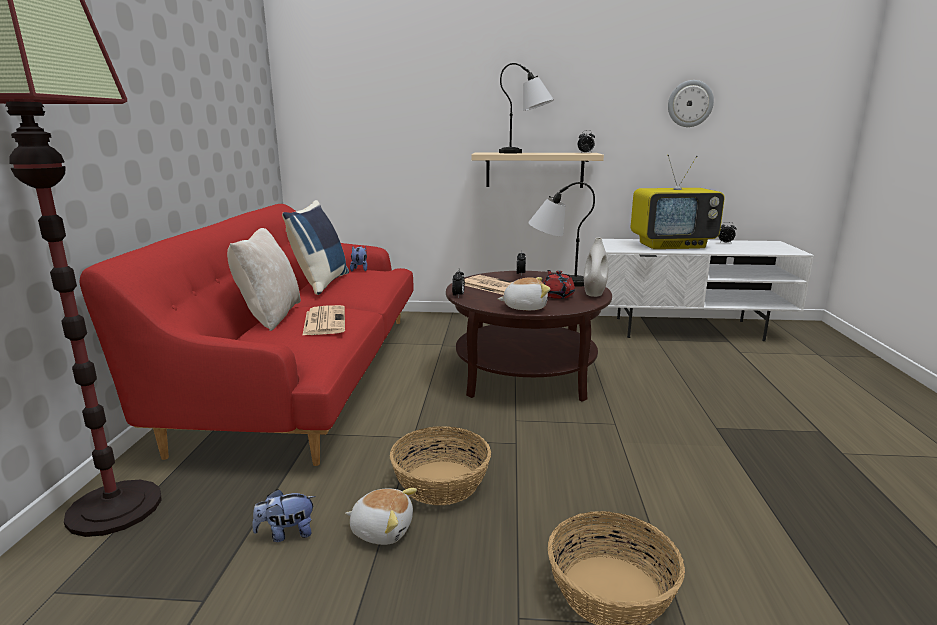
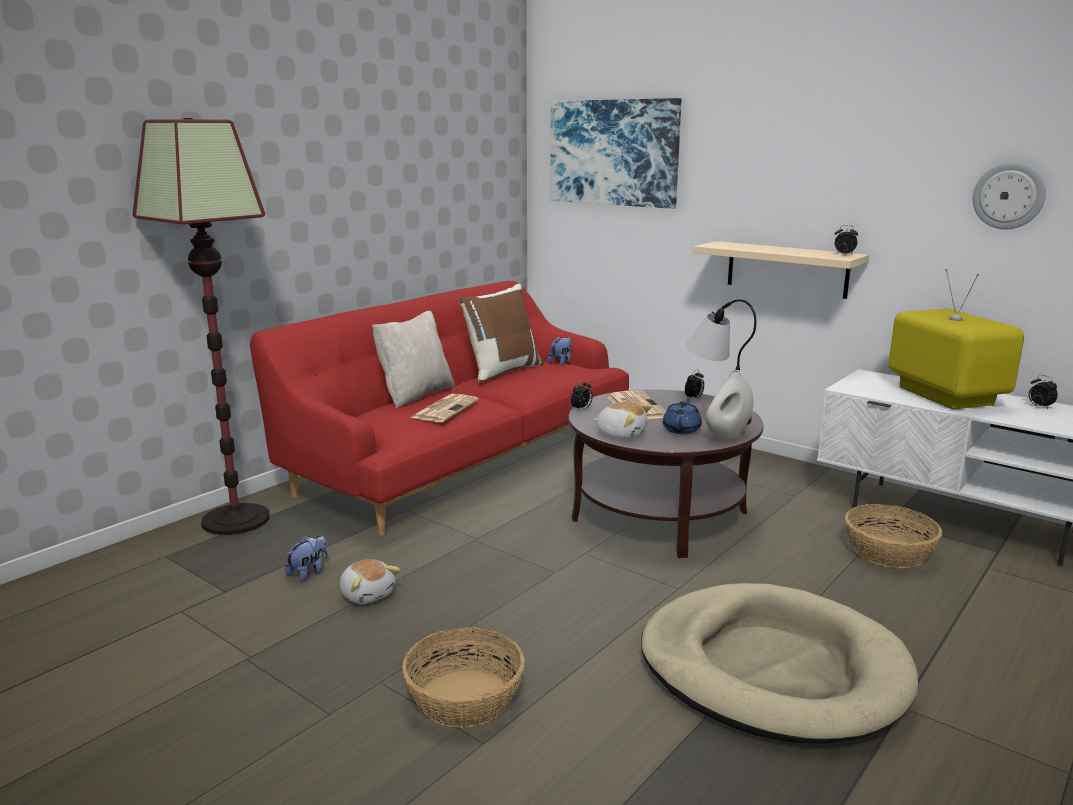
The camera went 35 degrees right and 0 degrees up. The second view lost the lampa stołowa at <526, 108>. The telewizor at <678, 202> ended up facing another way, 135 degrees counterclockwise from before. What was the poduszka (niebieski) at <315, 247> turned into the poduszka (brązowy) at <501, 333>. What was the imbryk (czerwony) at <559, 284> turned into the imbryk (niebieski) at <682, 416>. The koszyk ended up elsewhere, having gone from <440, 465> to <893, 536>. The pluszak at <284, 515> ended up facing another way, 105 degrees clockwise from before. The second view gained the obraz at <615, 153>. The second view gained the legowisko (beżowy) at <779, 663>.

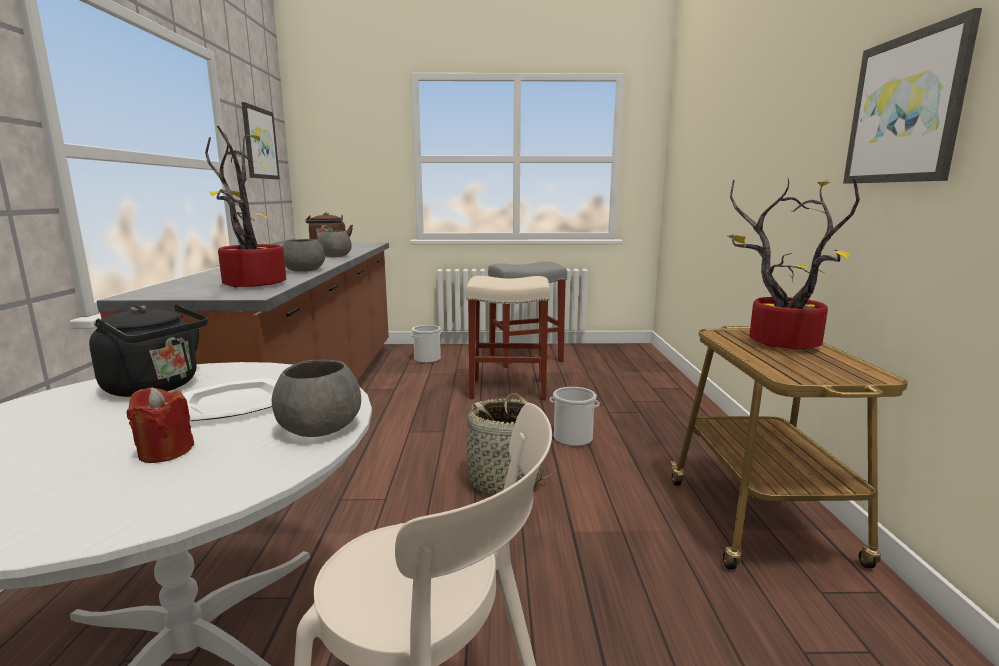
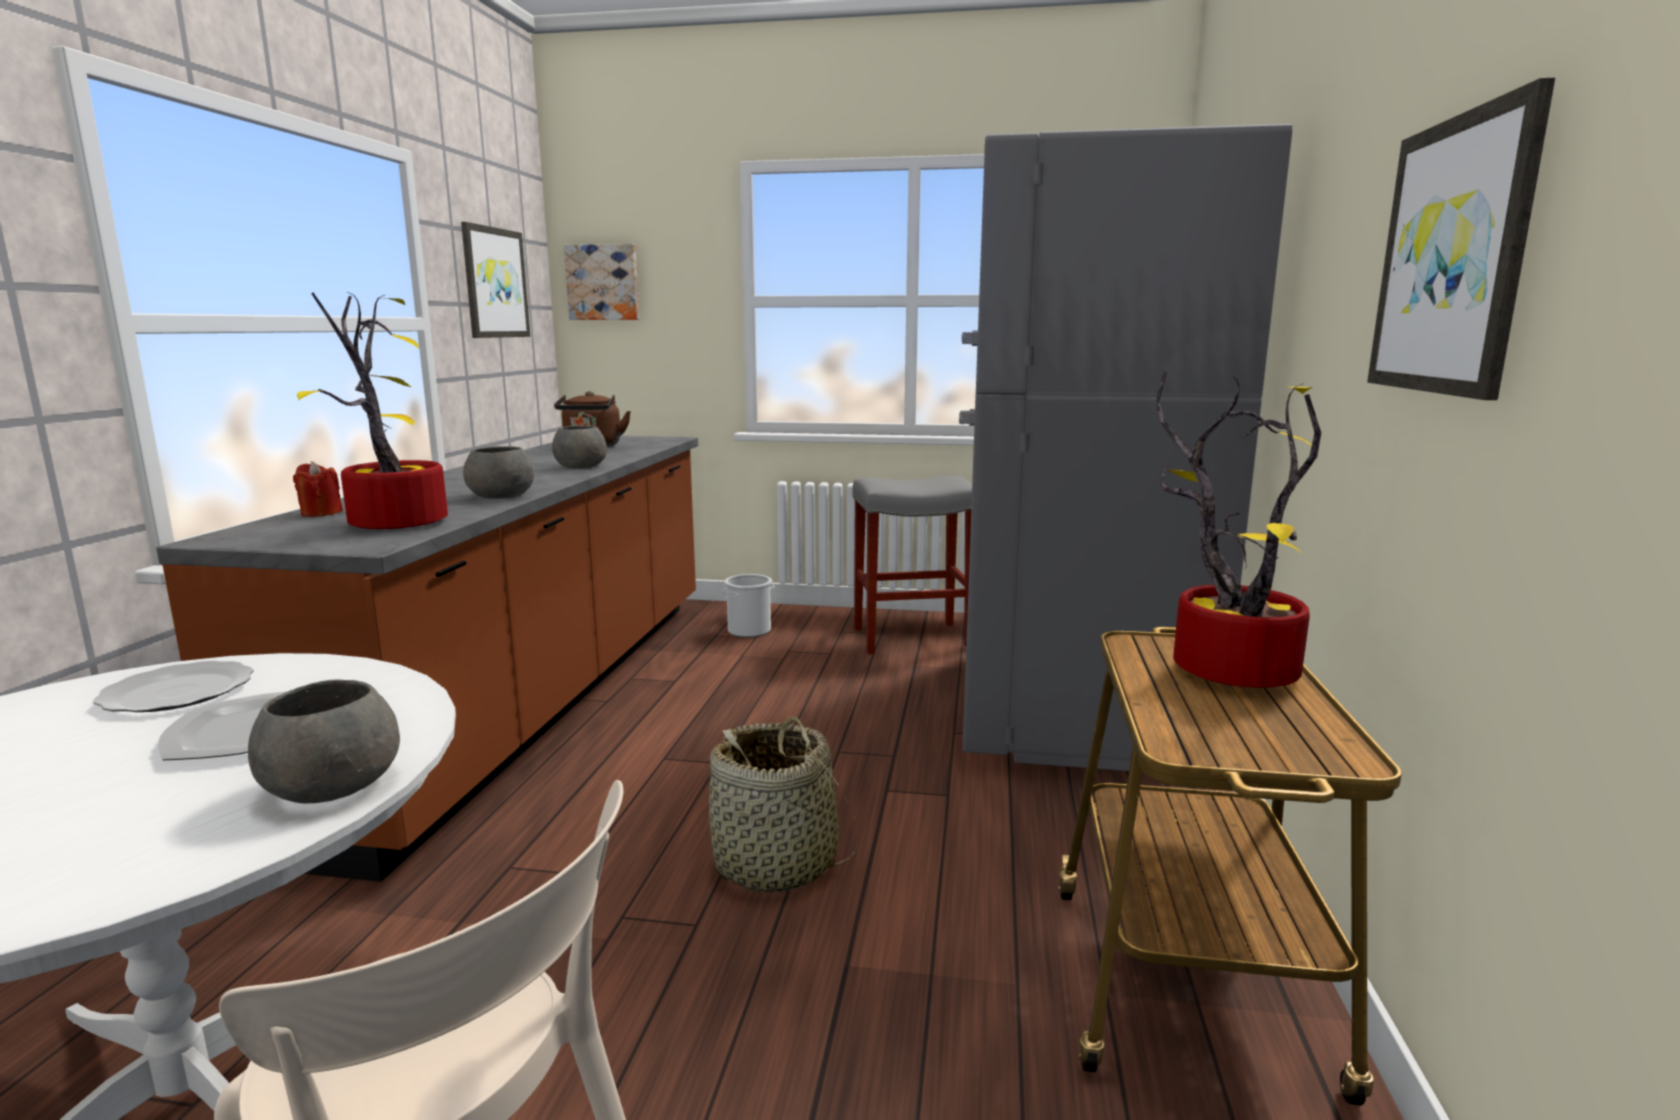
The camera went 10 degrees right and 0 degrees up. The second view lost the stołek (beżowy) at <508, 338>. Where the czajnik (czarny) stood at <148, 350>, the talerz came to stand at <173, 686>. The świeca (czerwony) ended up elsewhere, having gone from <160, 425> to <318, 489>. The second view lost the wiadro at <575, 417>. The second view gained the lodówka (szary) at <1125, 448>. The second view gained the obraz at <601, 282>.

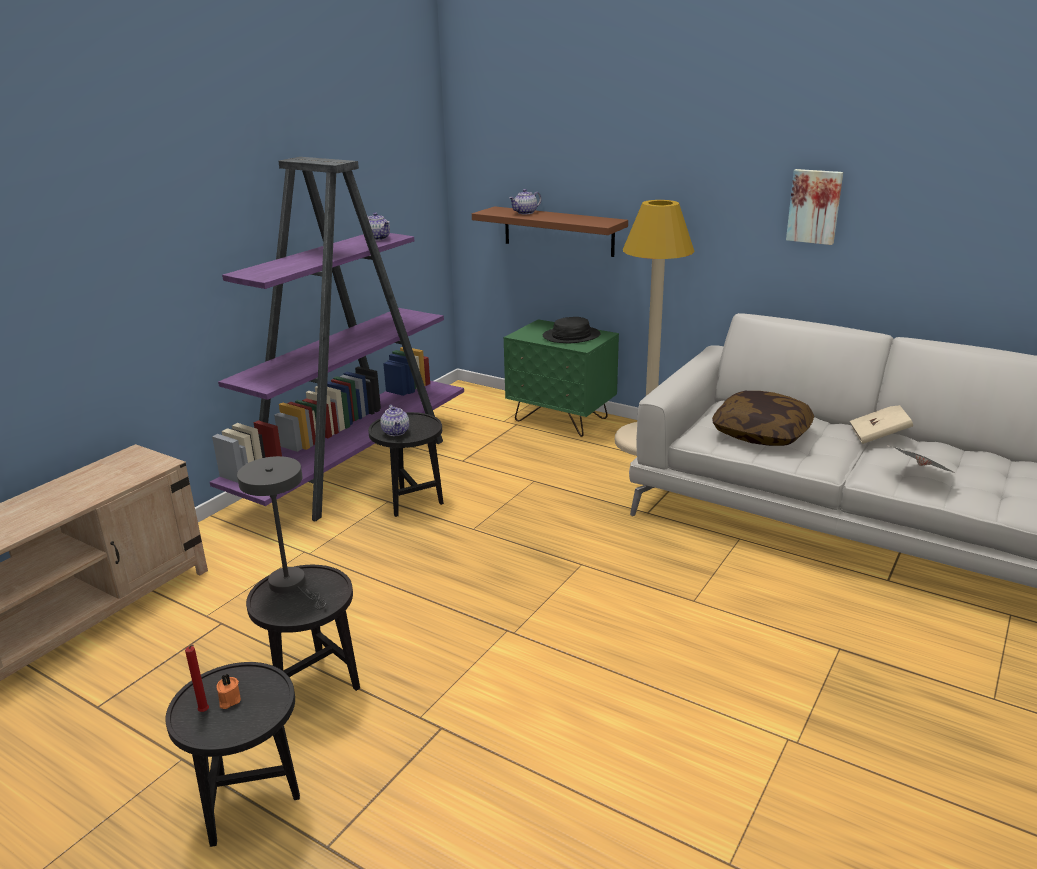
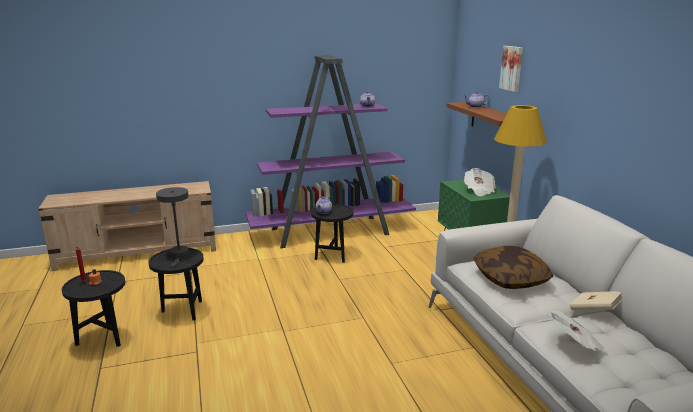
The camera went 40 degrees right and 5 degrees down. The obraz ended up elsewhere, having gone from <814, 207> to <511, 69>. Where the kapelusz (czarny) stood at <571, 330>, the gazeta came to stand at <479, 182>.

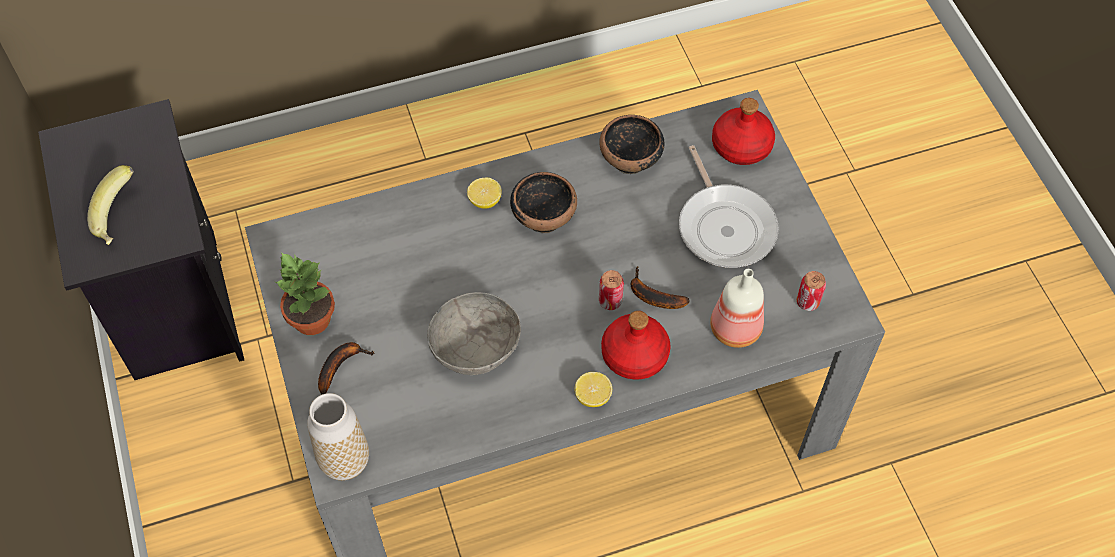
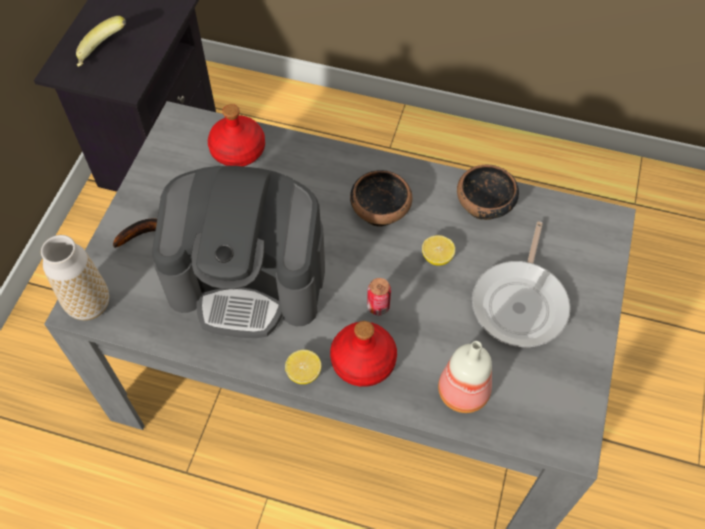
The camera went 35 degrees right and 0 degrees up. The butelka (czerwony) ended up elsewhere, having gone from <743, 131> to <236, 135>. The cytryna ended up elsewhere, having gone from <484, 193> to <438, 250>. The second view lost the roślina doniczkowa at <305, 293>. The second view lost the banan at <660, 287>. The second view lost the puszka at <811, 291>. Where the miska (szary) stood at <474, 333>, the ekspres do kawy came to stand at <238, 252>.

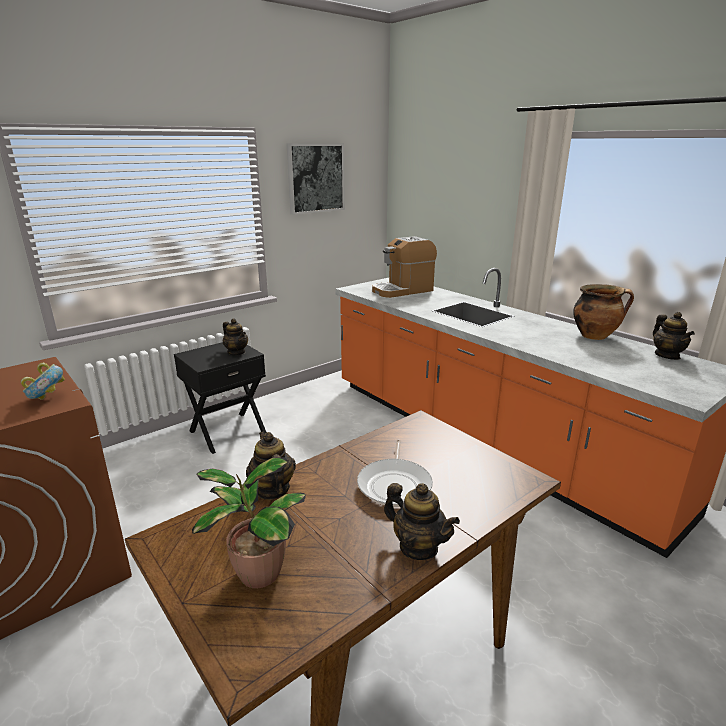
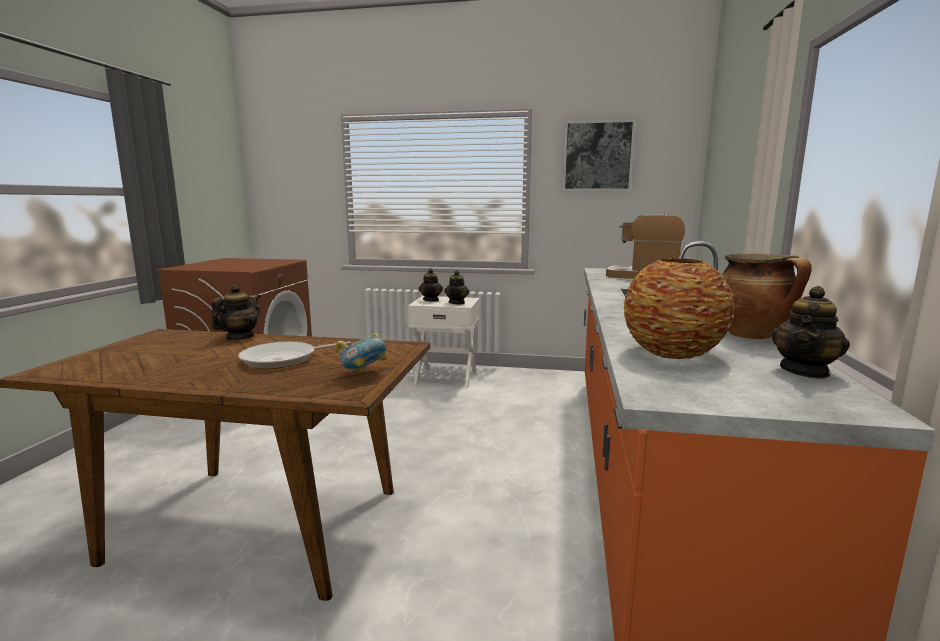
The camera went 50 degrees right and 10 degrees down. What was the szafka nocna (czarny) at <220, 398> turned into the szafka nocna (biały) at <444, 342>. The miska ended up elsewhere, having gone from <43, 381> to <361, 353>. The second view lost the roślina doniczkowa at <249, 522>. The imbryk ended up elsewhere, having gone from <422, 521> to <431, 285>. The second view gained the wazon at <679, 308>.

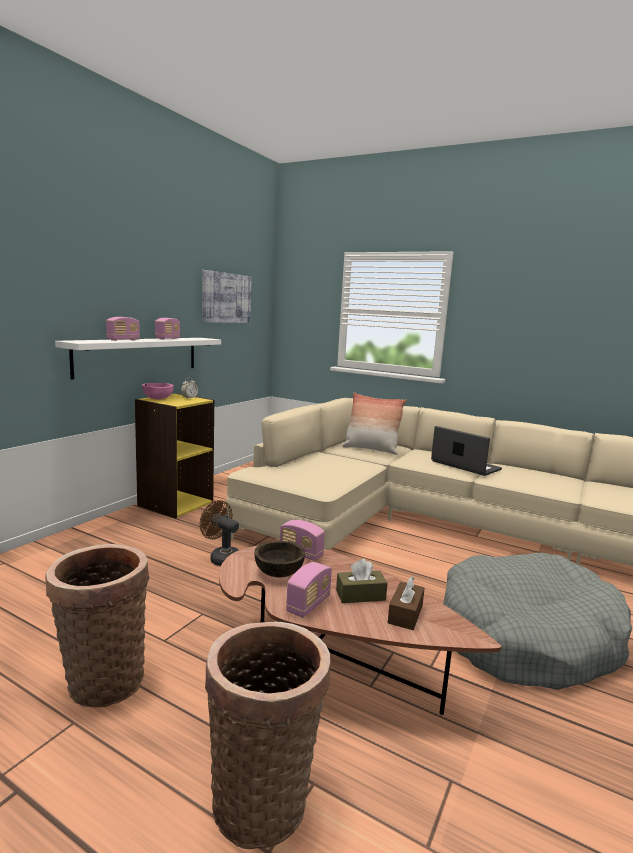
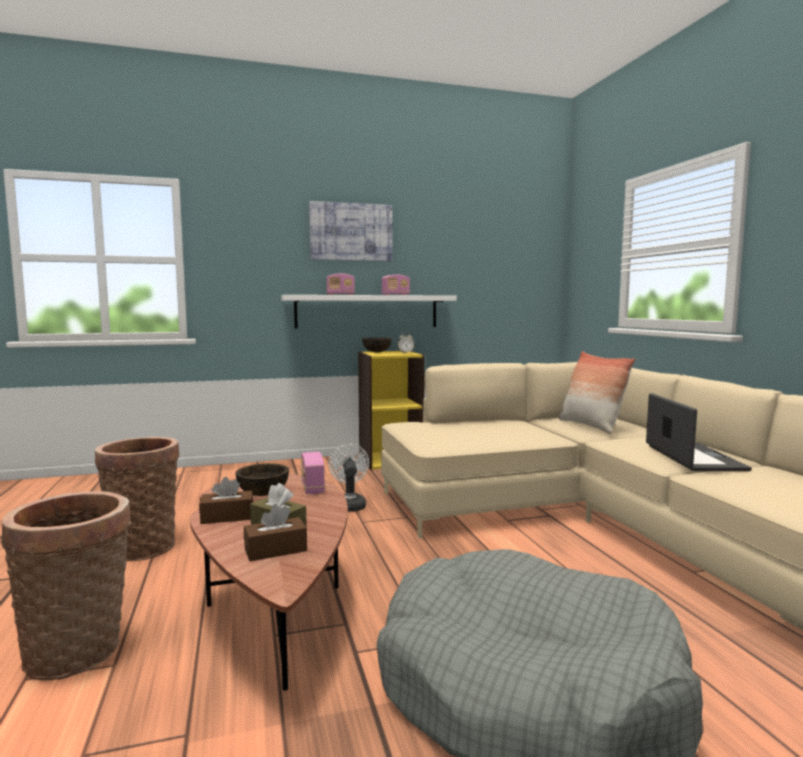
The camera went 45 degrees right and 5 degrees down. The obraz ended up elsewhere, having gone from <227, 296> to <351, 231>. What was the miska (różowy) at <158, 391> turned into the miska (brązowy) at <377, 345>. What was the wentylator (brązowy) at <219, 533> turned into the wentylator (biały) at <349, 477>. Where the radio stood at <309, 590>, the pudełko chusteczek (brązowy) came to stand at <226, 500>.

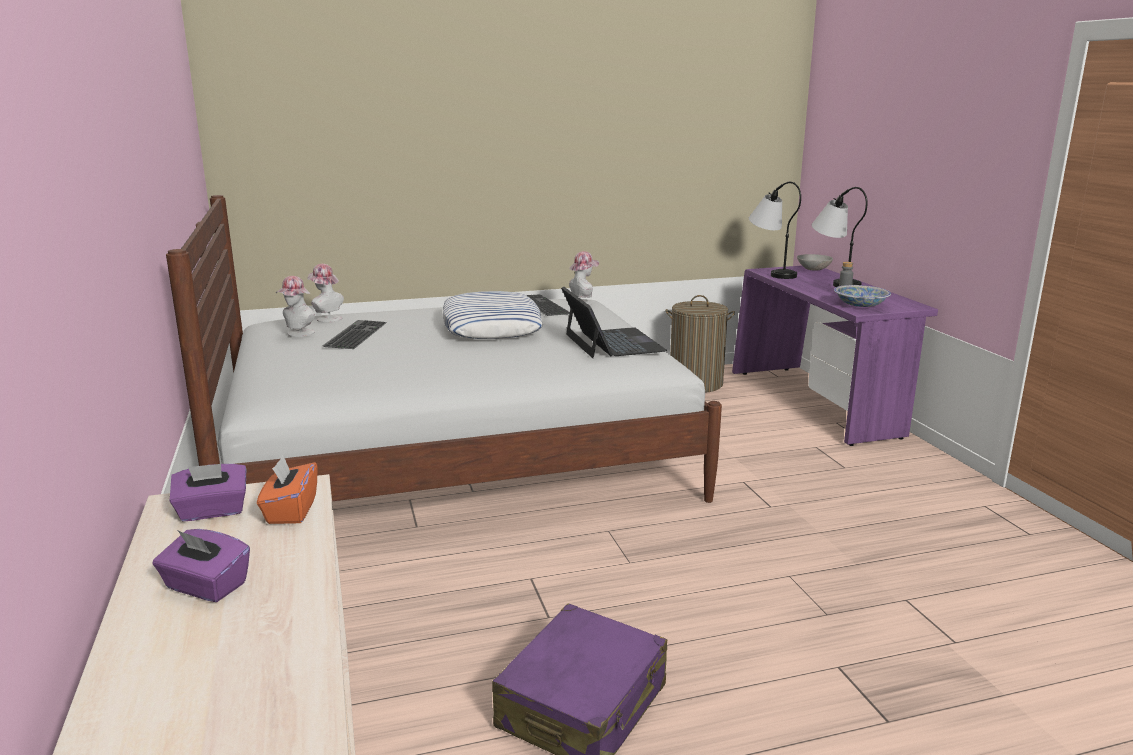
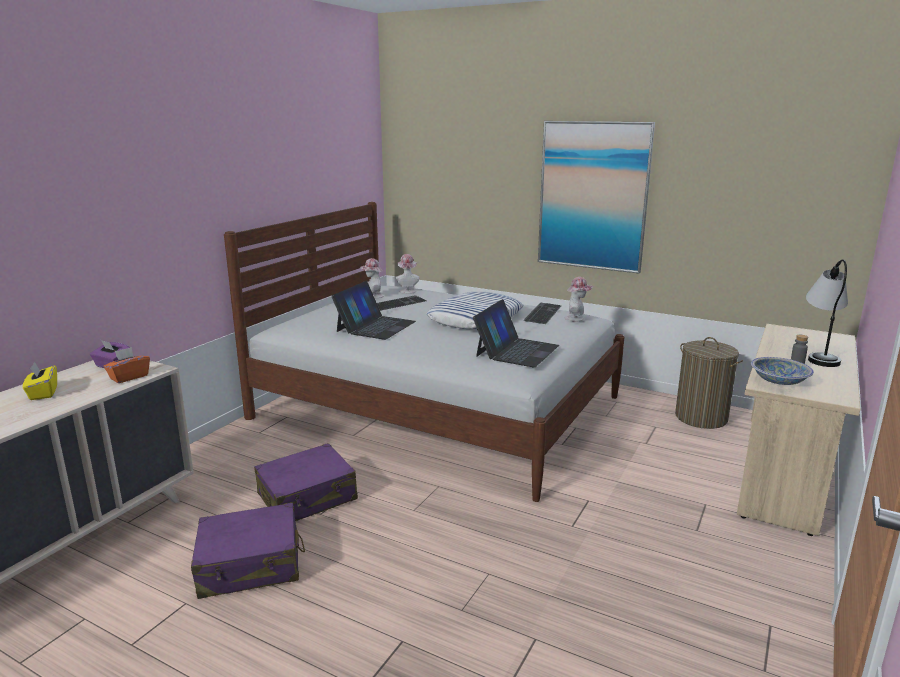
The camera went 45 degrees right and 0 degrees up. The second view lost the lampa stołowa at <775, 230>. The second view lost the miska (szary) at <815, 262>. What was the biurko (fioletowy) at <835, 356> turned into the biurko (beżowy) at <798, 430>. What was the pudełko chusteczek (fioletowy) at <201, 565> turned into the pudełko chusteczek (żółty) at <40, 381>. The second view gained the obraz at <596, 197>. The second view gained the laptop at <373, 310>. The second view gained the walizka (fioletowy) at <306, 482>.

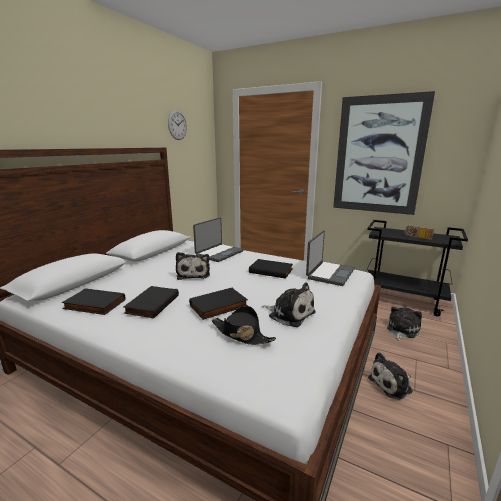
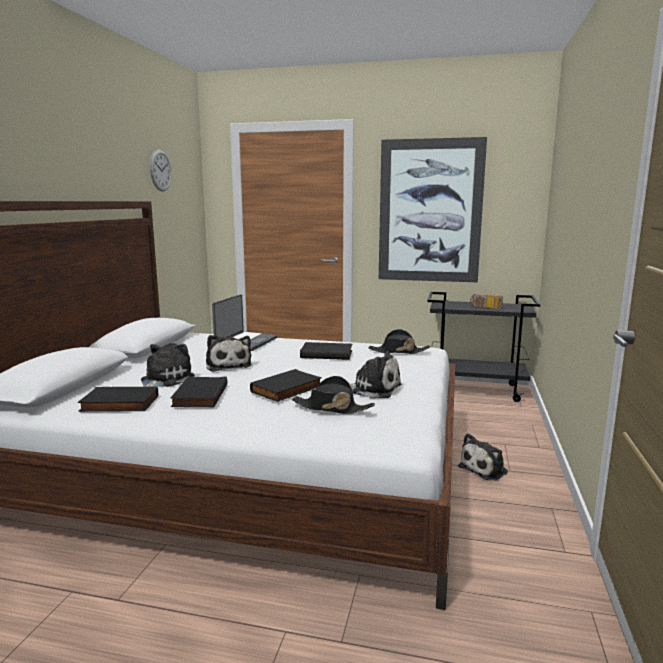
The camera went 15 degrees left and 5 degrees down. Where the laptop stood at <330, 258>, the kapelusz (czarny) came to stand at <399, 341>. The pluszak ended up elsewhere, having gone from <404, 324> to <168, 365>.

